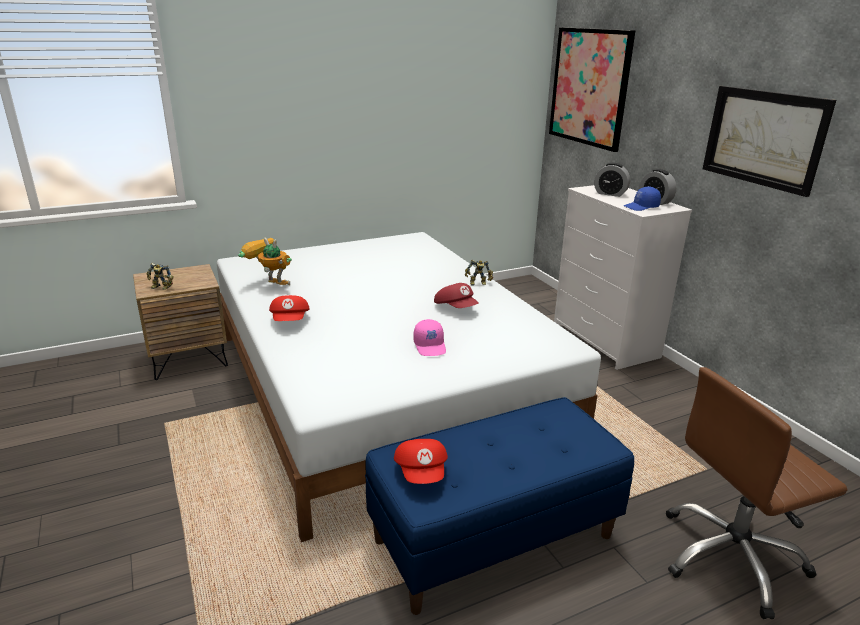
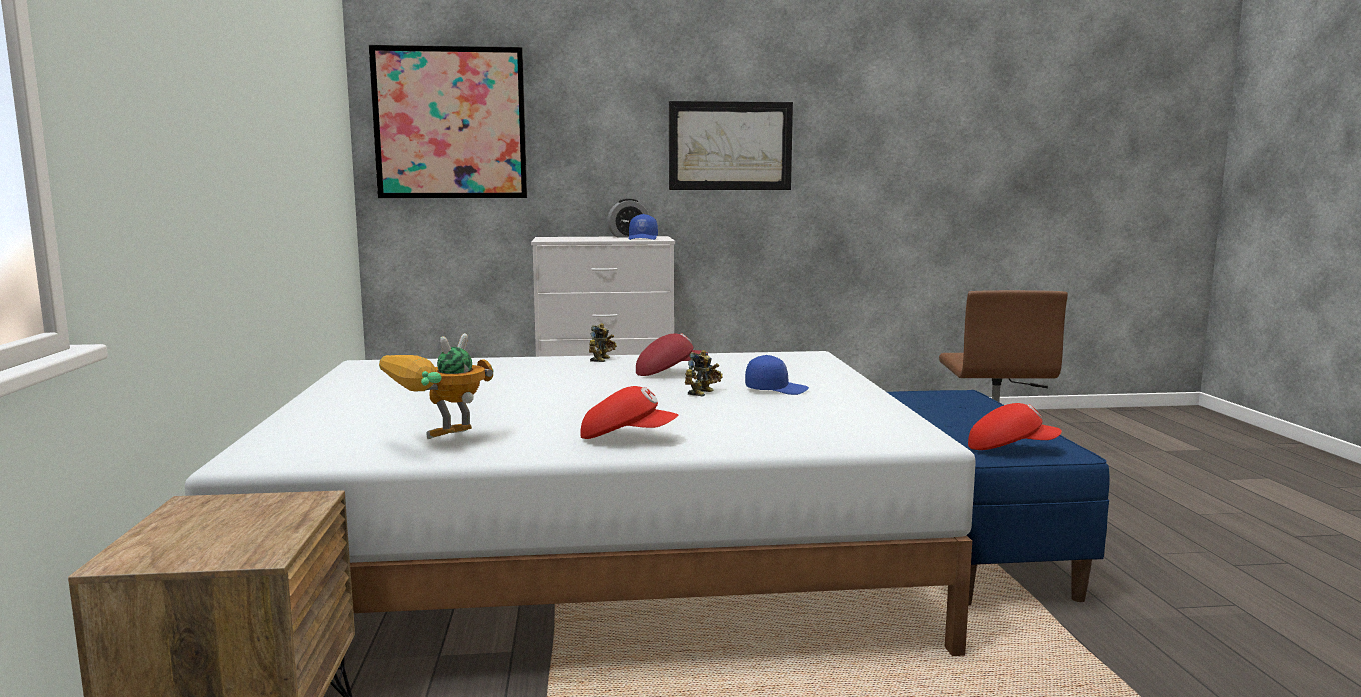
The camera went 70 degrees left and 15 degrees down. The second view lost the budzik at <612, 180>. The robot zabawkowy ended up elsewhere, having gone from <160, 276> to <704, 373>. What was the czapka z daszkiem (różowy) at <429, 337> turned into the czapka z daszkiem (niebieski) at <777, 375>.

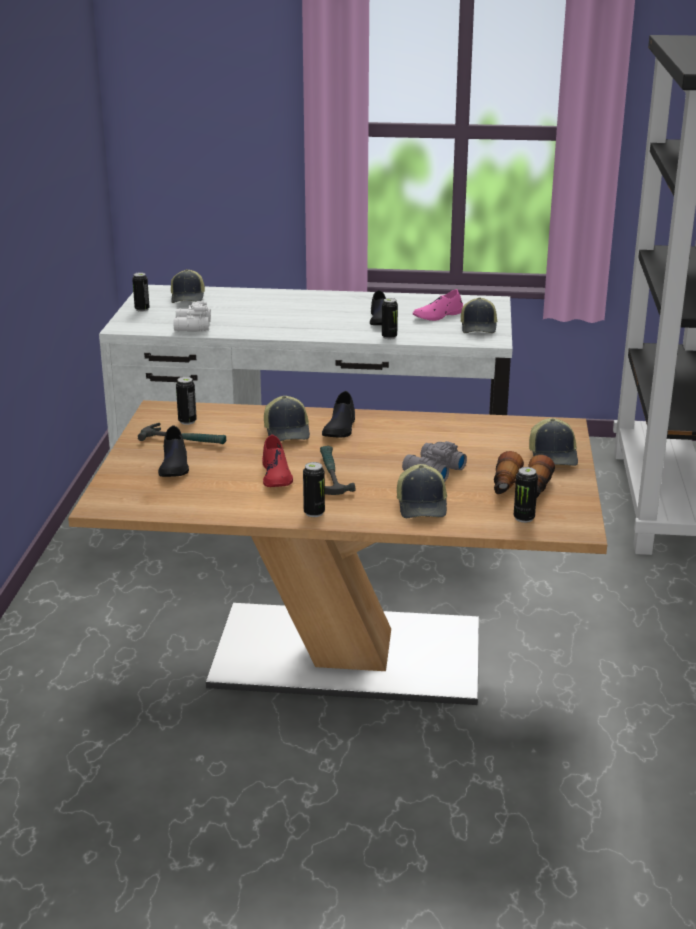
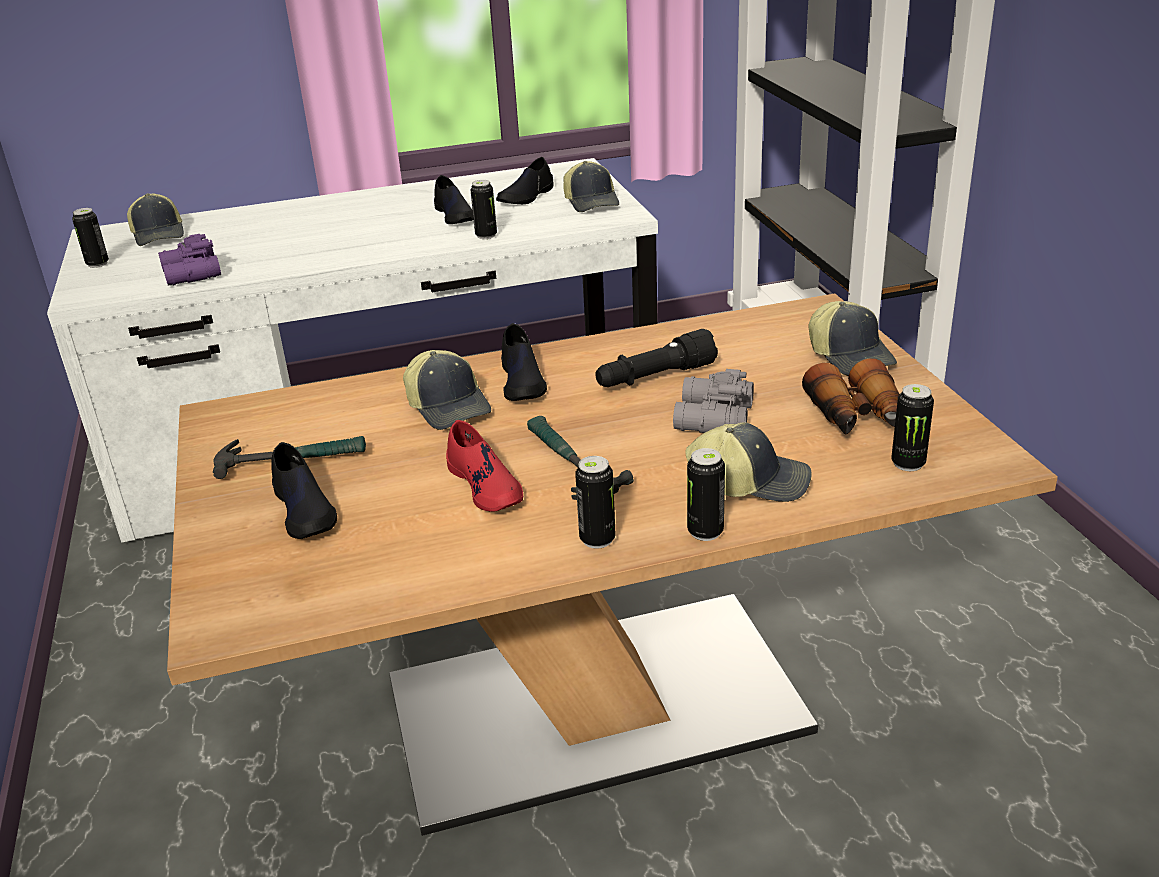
The camera went 20 degrees left and 5 degrees up. What was the but (różowy) at <438, 305> turned into the but (czarny) at <525, 180>. What was the lornetka (biały) at <192, 316> turned into the lornetka (fioletowy) at <189, 260>. The puszka ended up elsewhere, having gone from <186, 401> to <706, 494>. The czapka z daszkiem at <422, 491> ended up facing another way, 60 degrees counterclockwise from before. The second view gained the latarka (czarny) at <656, 358>.

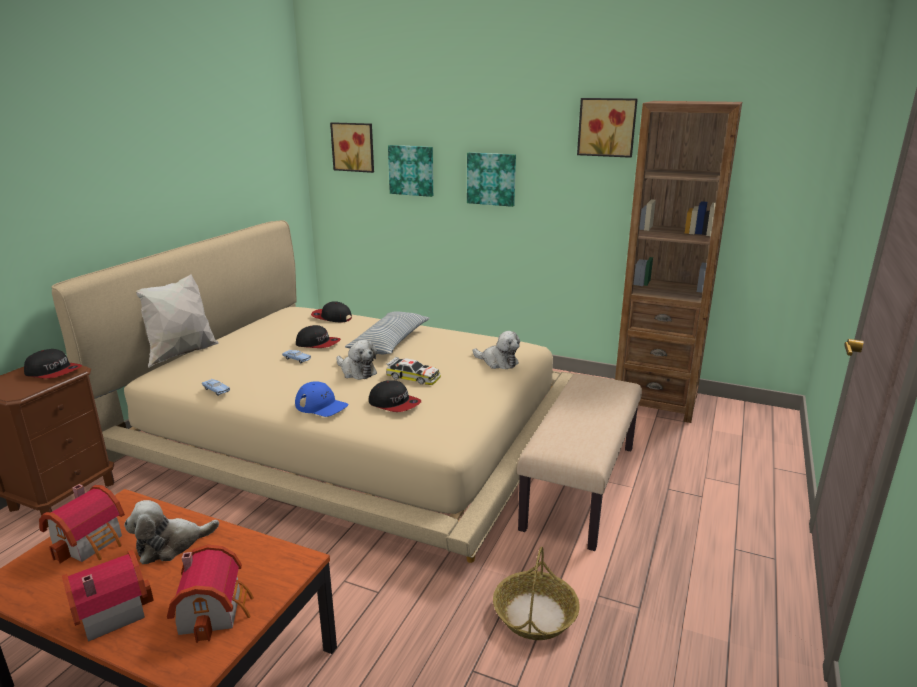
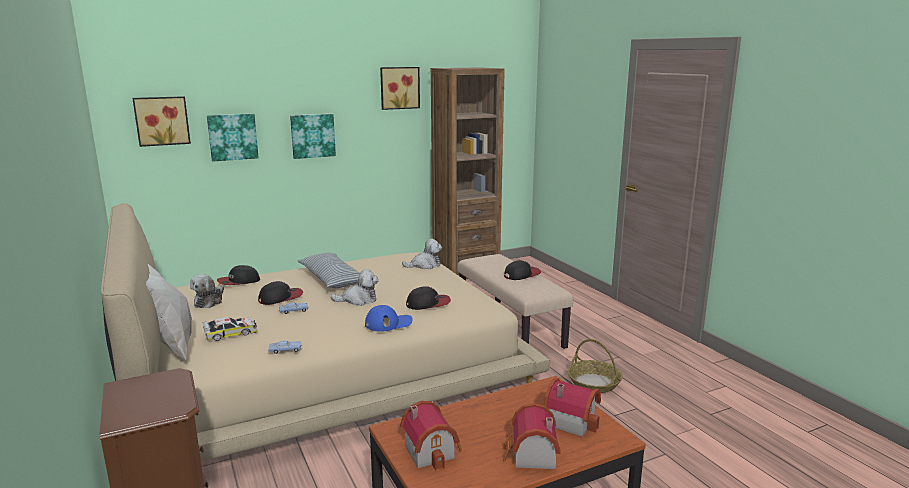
The camera went 50 degrees left and 5 degrees down. The czapka z daszkiem ended up elsewhere, having gone from <53, 364> to <522, 270>. The samochodzik ended up elsewhere, having gone from <413, 371> to <230, 329>. The pluszak ended up elsewhere, having gone from <171, 532> to <207, 291>.

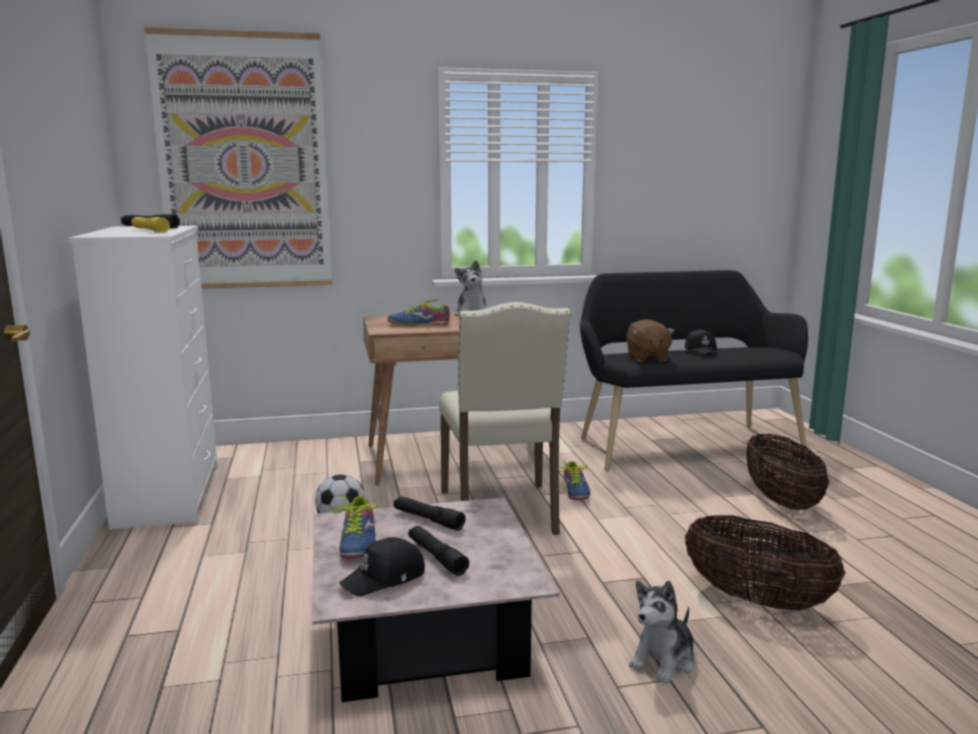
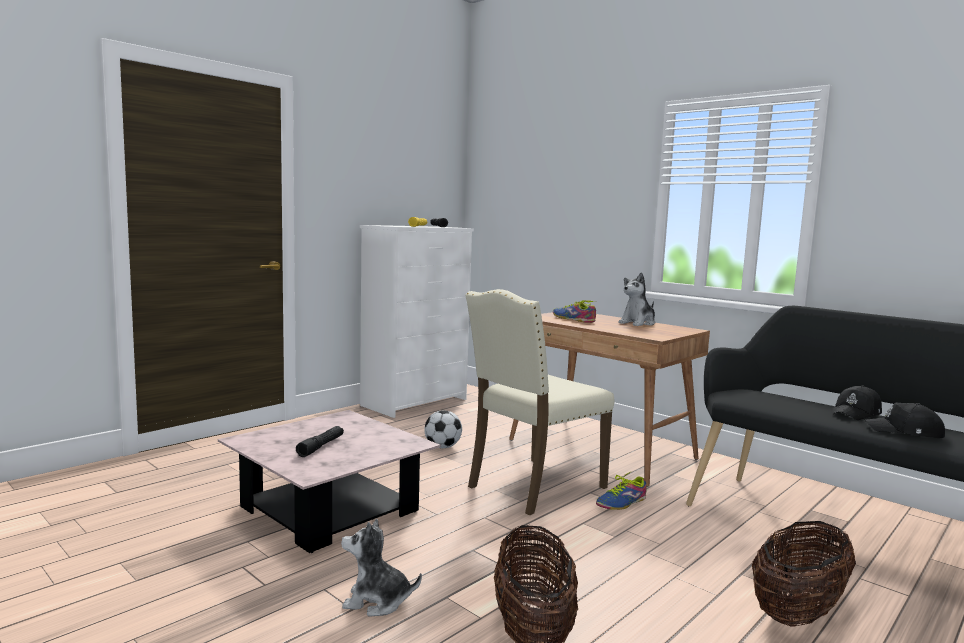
The camera went 55 degrees right and 5 degrees down. The second view lost the obraz at <238, 158>. The second view lost the pluszak (brązowy) at <650, 340>. The second view lost the but at <354, 526>. The second view lost the latarka (czarny) at <430, 513>. The czapka z daszkiem (czarny) ended up elsewhere, having gone from <382, 566> to <905, 420>.

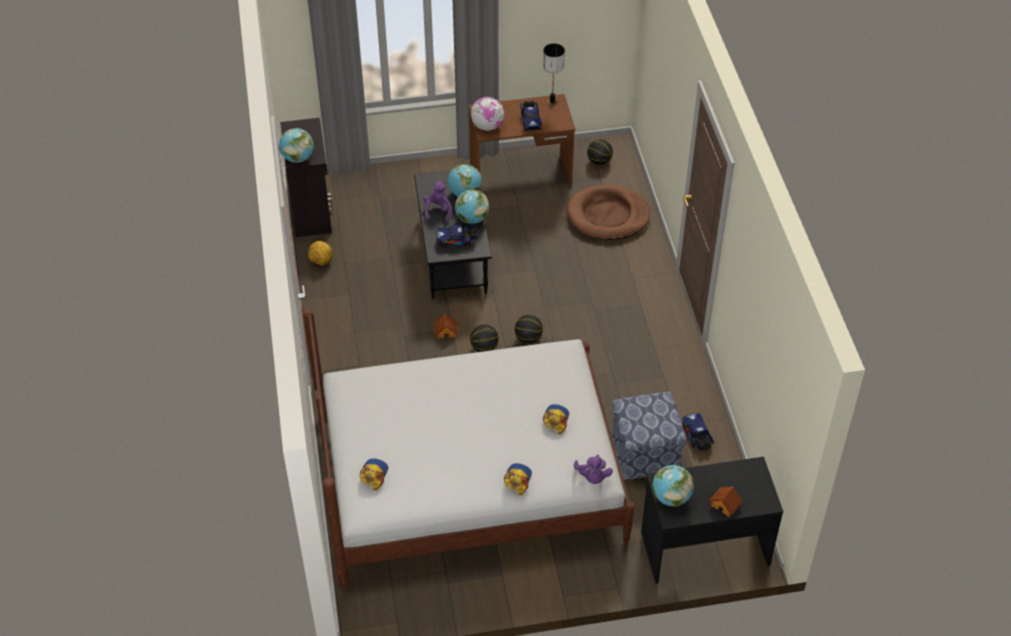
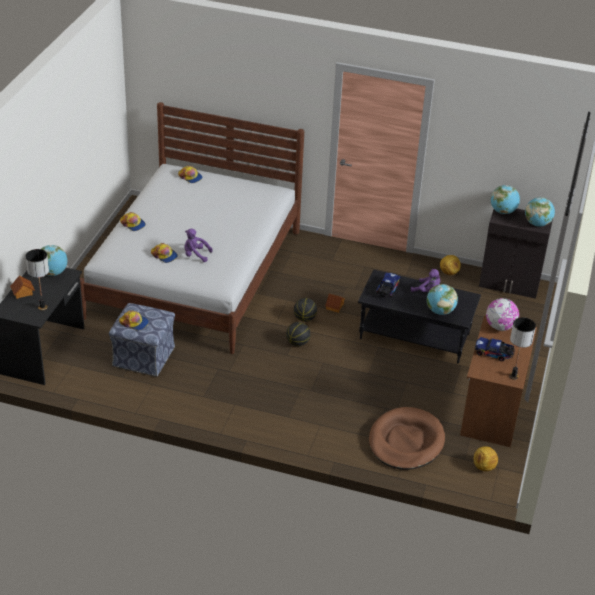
The camera went 115 degrees right and 10 degrees down. Where the piłka do koszykówki stood at <600, 152>, the piłka futbolowa came to stand at <486, 459>. The globus ended up elsewhere, having gone from <472, 207> to <540, 212>. The second view lost the ciężarówka zabawkowa at <698, 432>. The pluszak (fioletowy) ended up elsewhere, having gone from <593, 469> to <198, 245>. The second view gained the lampa stołowa at <37, 279>. The second view gained the czapka z daszkiem at <134, 320>.

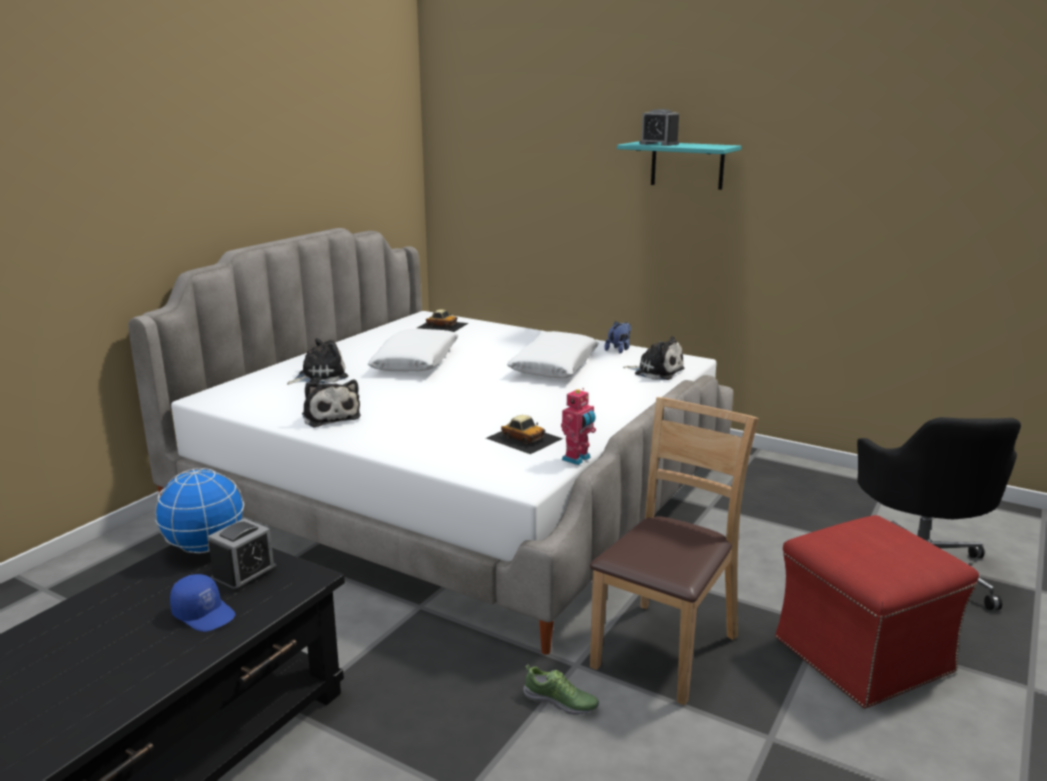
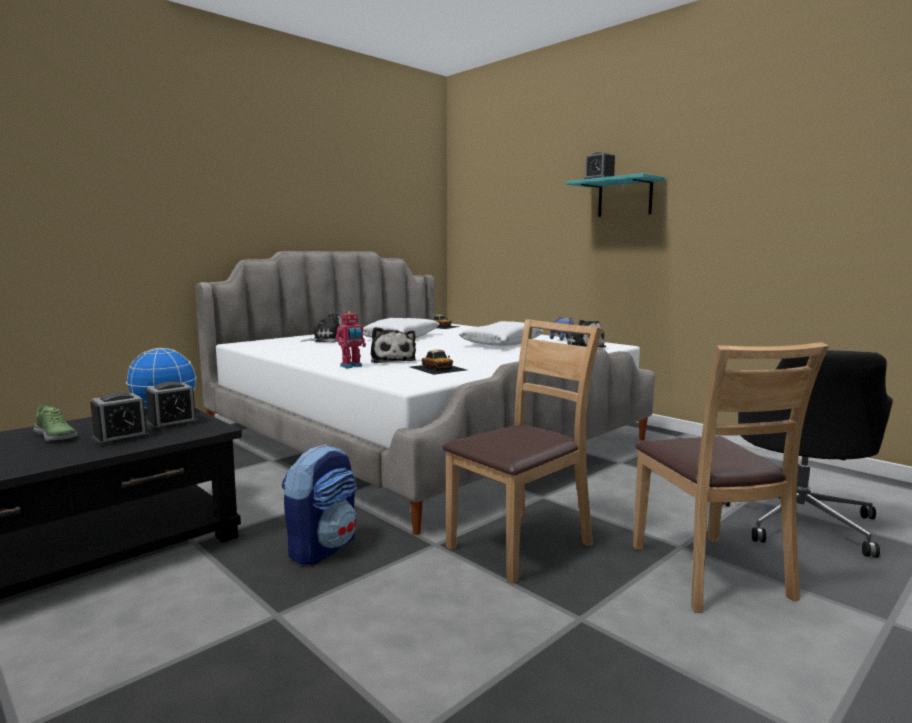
The camera went 15 degrees right and 10 degrees down. The pluszak ended up elsewhere, having gone from <331, 404> to <393, 345>. The robot zabawkowy ended up elsewhere, having gone from <578, 426> to <351, 339>. Where the pufa (czerwony) stood at <877, 611>, the krzesło (brązowy) came to stand at <731, 477>. Where the czapka z daszkiem (niebieski) stood at <203, 603>, the budzik came to stand at <120, 419>. The but ended up elsewhere, having gone from <561, 689> to <56, 422>. The second view gained the plecak at <319, 504>.

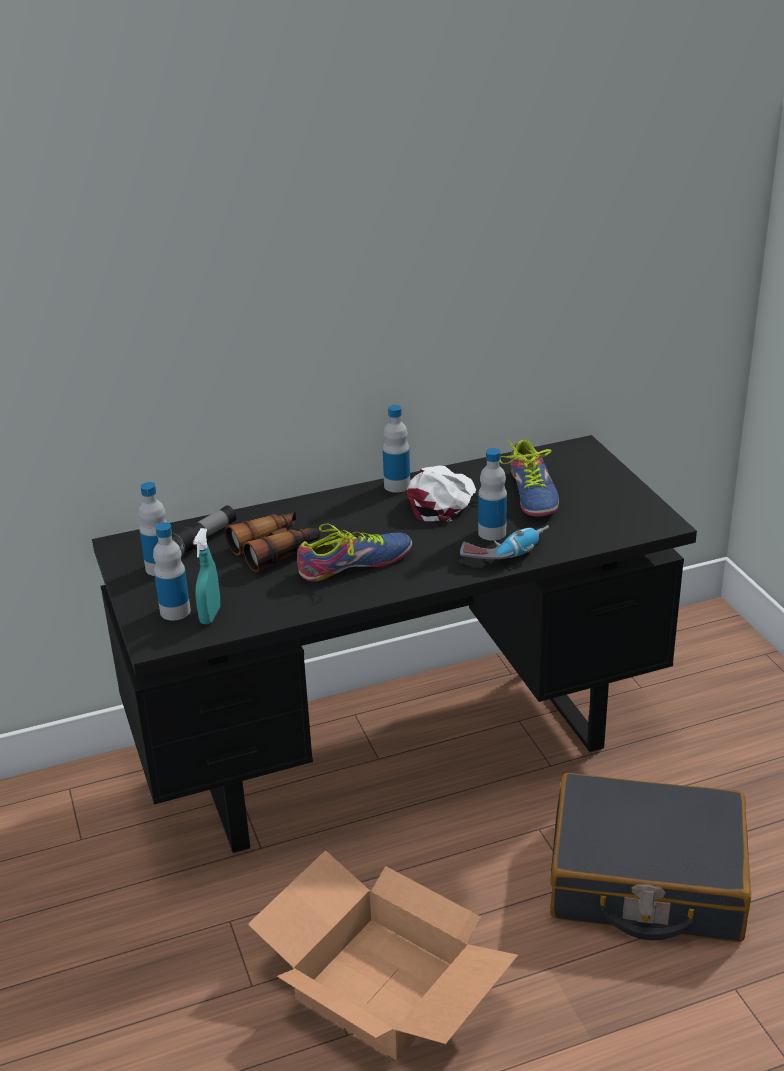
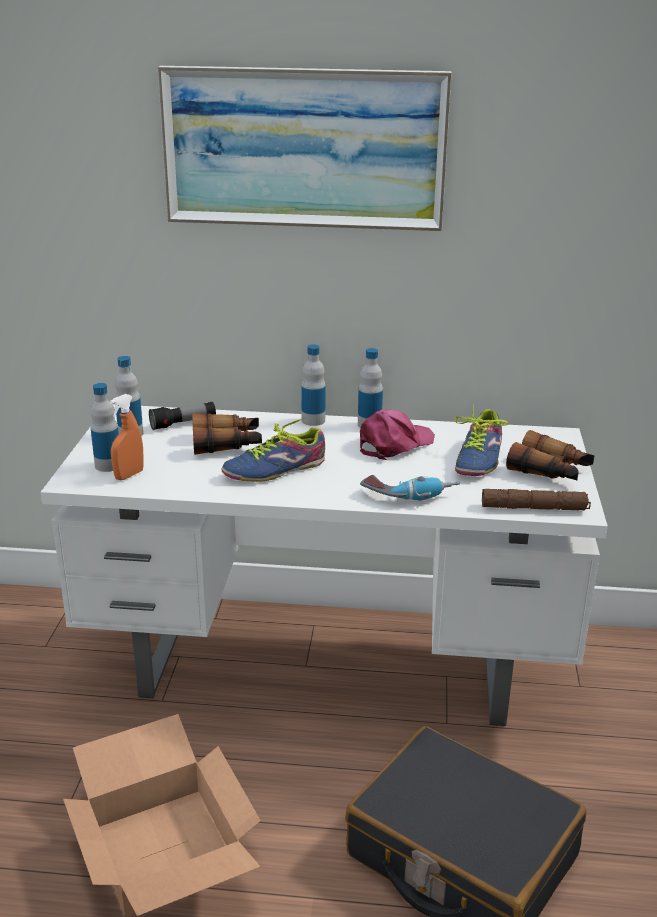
The camera went 25 degrees right and 5 degrees down. What was the biurko (czarny) at <394, 644> turned into the biurko (biały) at <324, 565>. The butelka ended up elsewhere, having gone from <492, 494> to <313, 385>. What was the czapka z daszkiem (biały) at <441, 494> turned into the czapka z daszkiem (różowy) at <397, 434>. The but at <354, 553> ended up facing another way, 150 degrees clockwise from before. What was the spryskiwacz (turkusowy) at <206, 576> turned into the spryskiwacz (pomarańczowy) at <127, 437>. The second view gained the obraz at <304, 148>. The second view gained the lornetka at <550, 455>. The second view gained the latarka (brązowy) at <536, 499>.

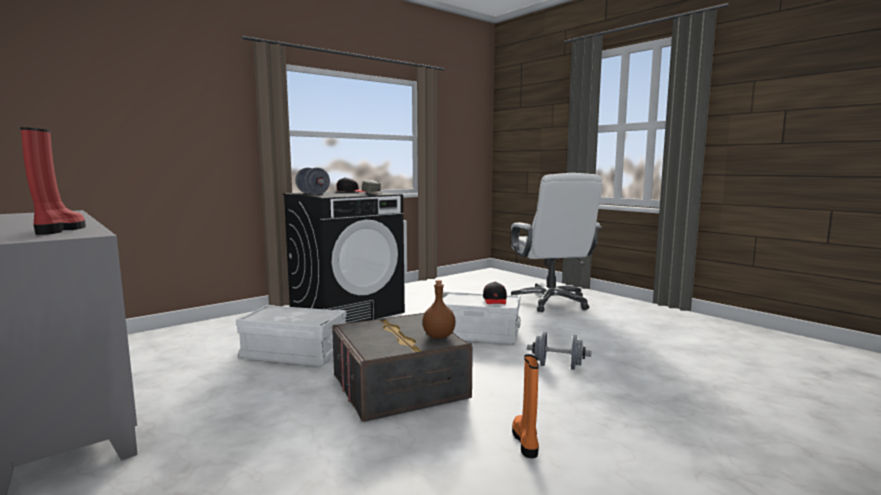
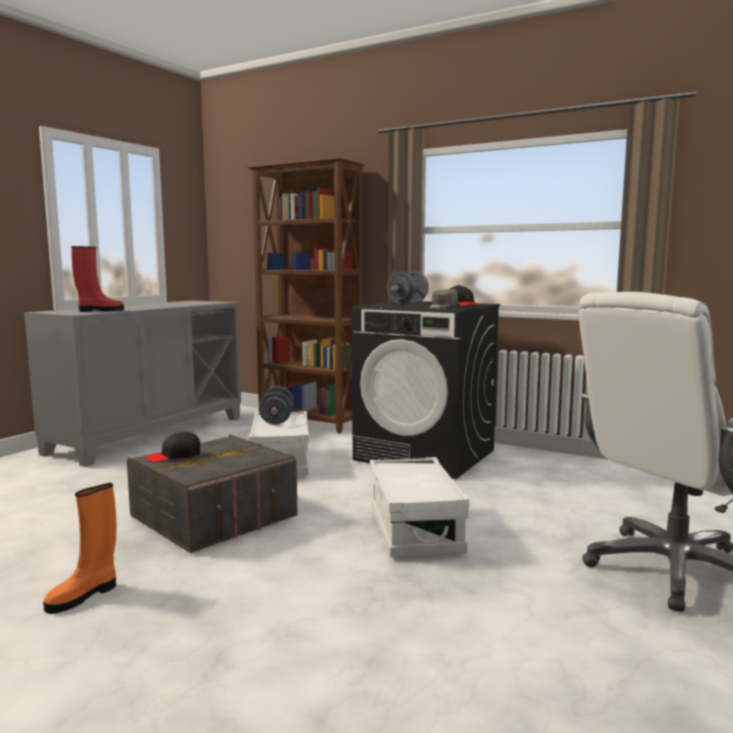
The camera went 70 degrees right and 0 degrees up. The second view lost the butelka (brązowy) at <439, 309>. The czapka z daszkiem (czarny) ended up elsewhere, having gone from <495, 293> to <173, 446>. The hantel (szary) ended up elsewhere, having gone from <559, 351> to <276, 405>. The but z cholewką (pomarańczowy) at <525, 406> ended up facing another way, 150 degrees clockwise from before. The second view gained the regał (brązowy) at <306, 295>.

